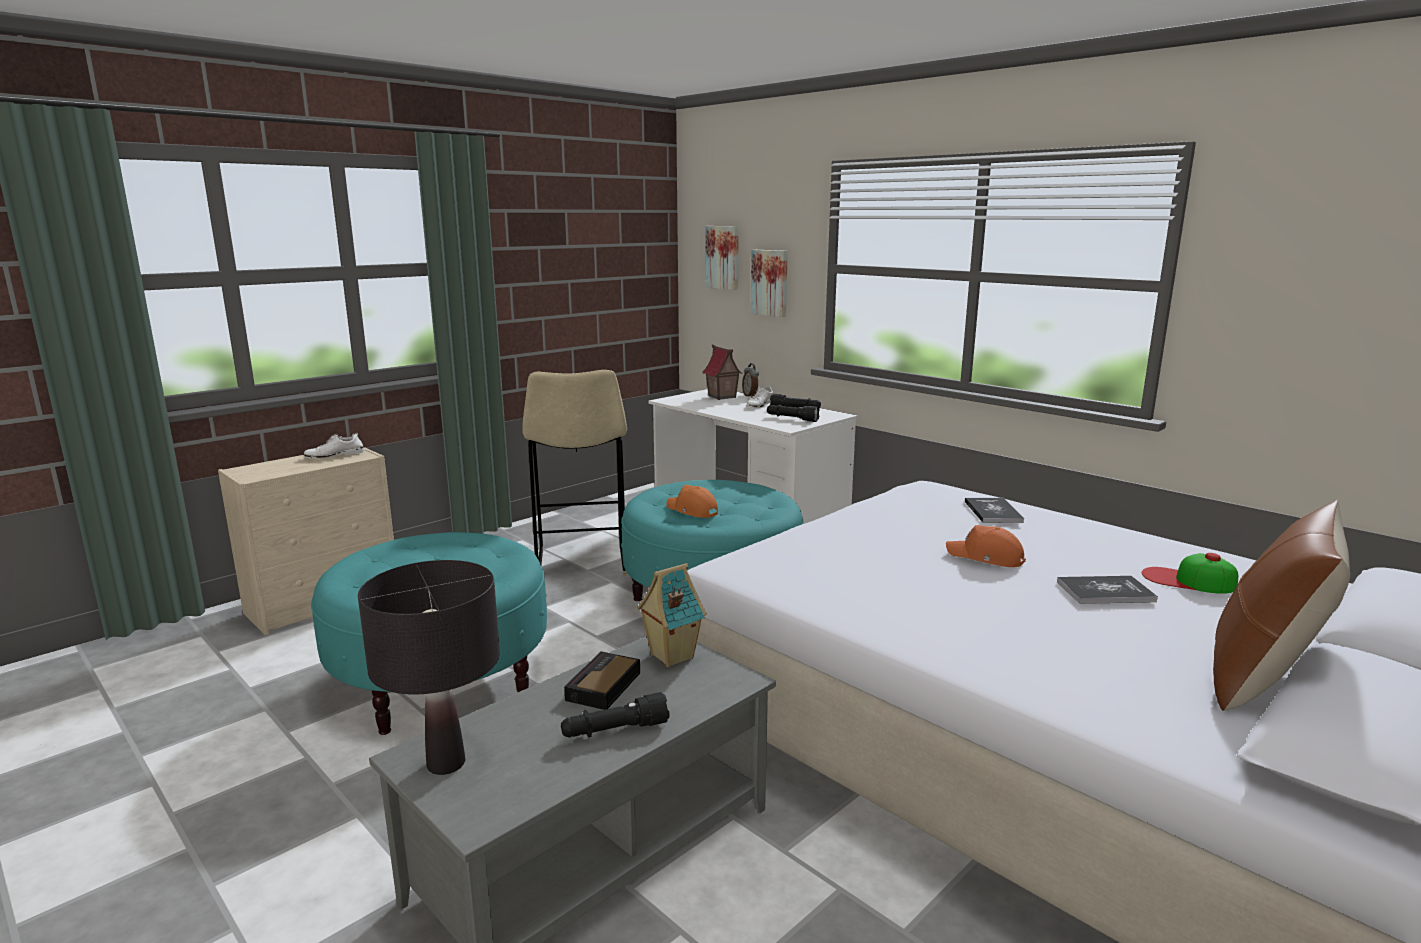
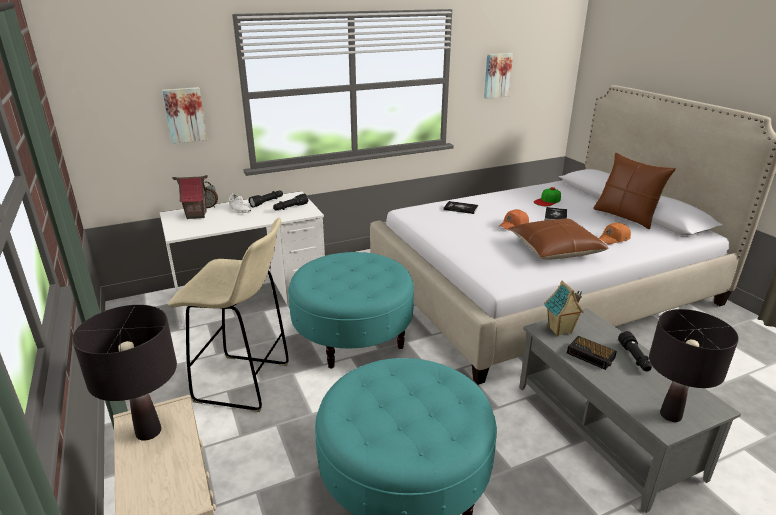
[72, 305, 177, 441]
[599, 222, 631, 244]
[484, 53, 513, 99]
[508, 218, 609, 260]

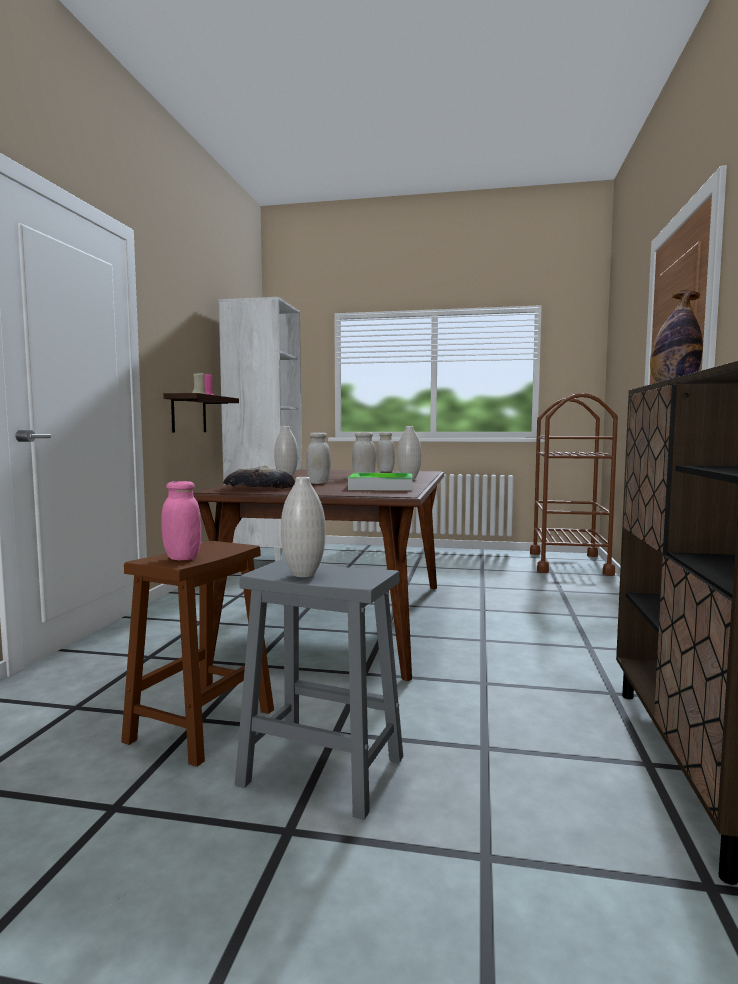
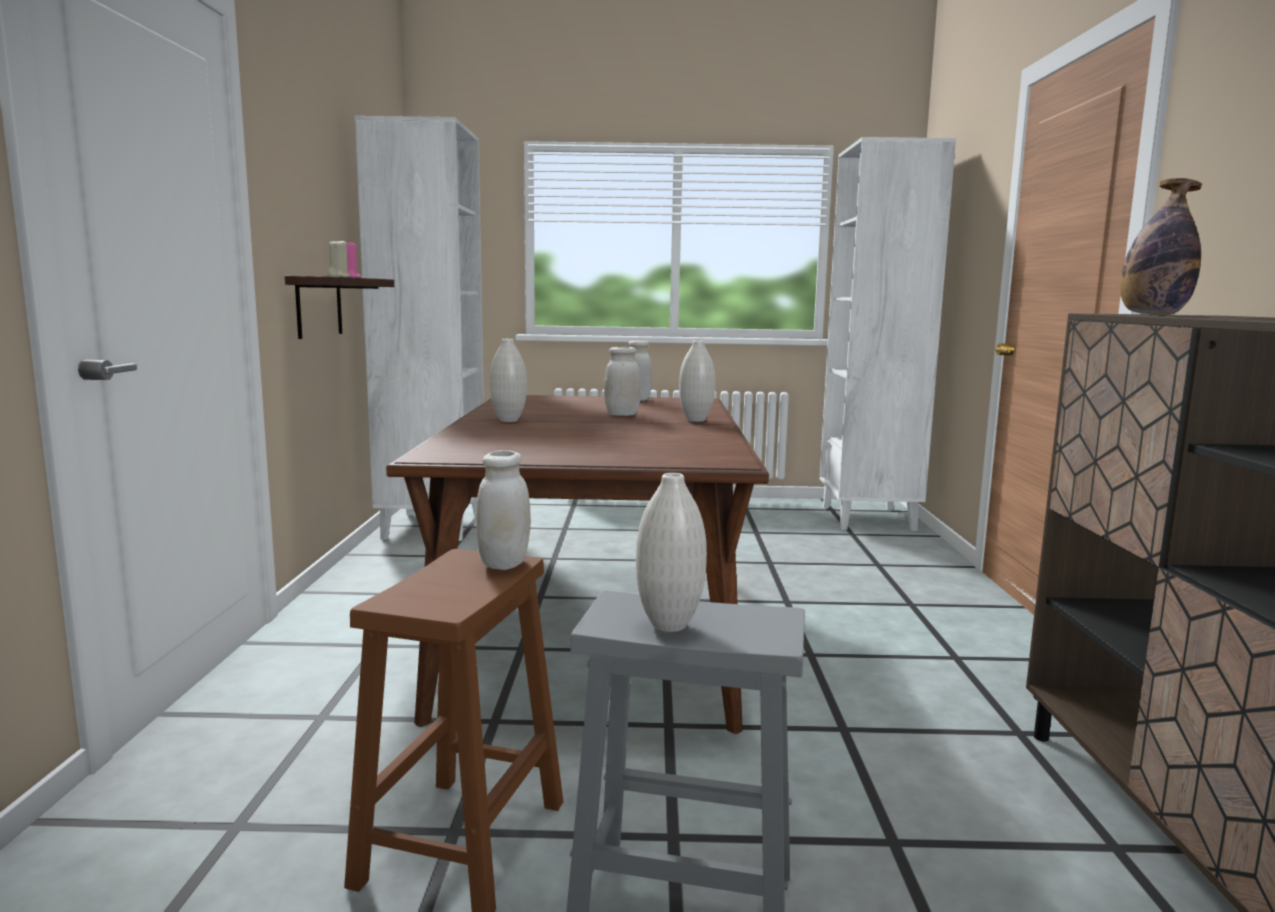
[161, 481, 201, 560] (first image)
[223, 466, 295, 489] (first image)
[476, 450, 531, 570]
[348, 473, 412, 491] (first image)
[820, 137, 956, 531]

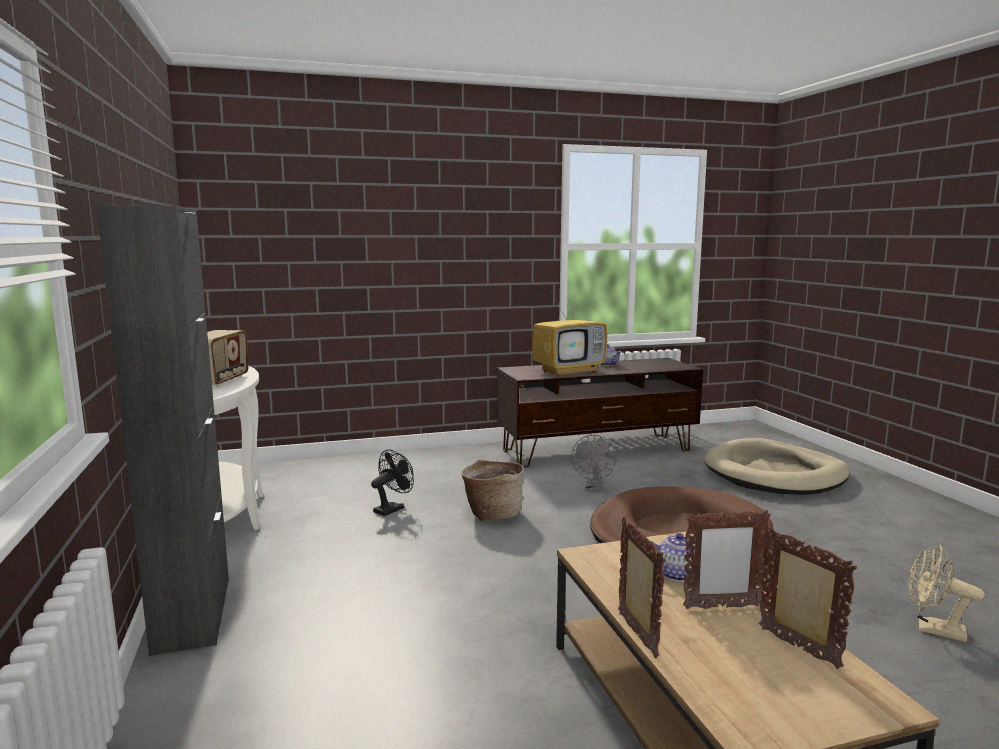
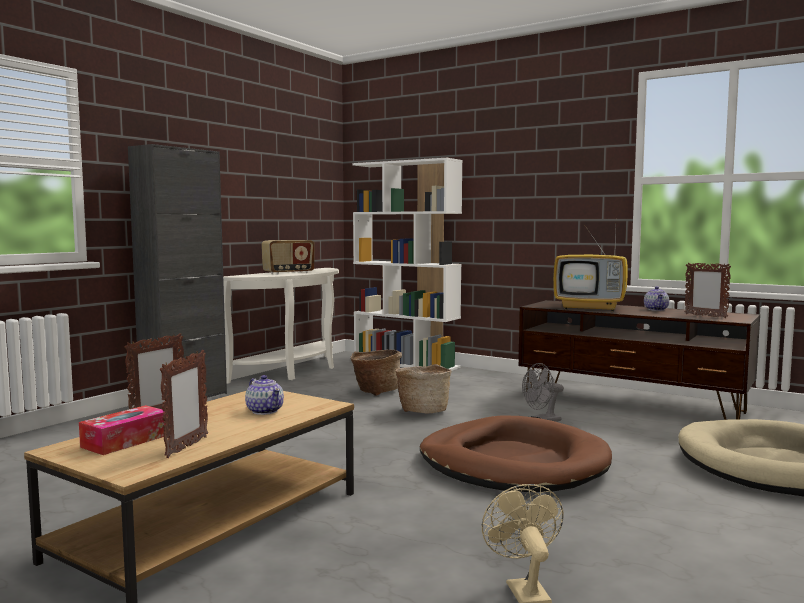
[351, 350, 402, 396]
[685, 263, 731, 318]
[79, 405, 167, 455]
[353, 158, 462, 371]

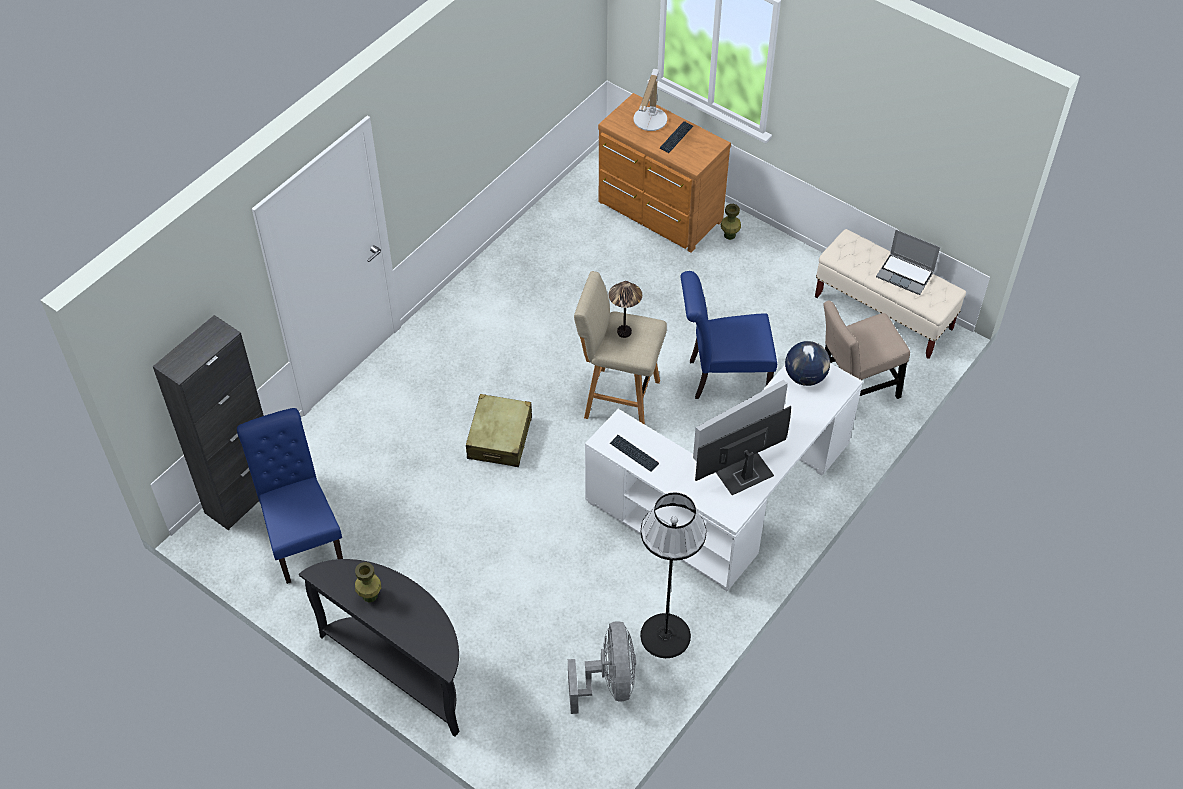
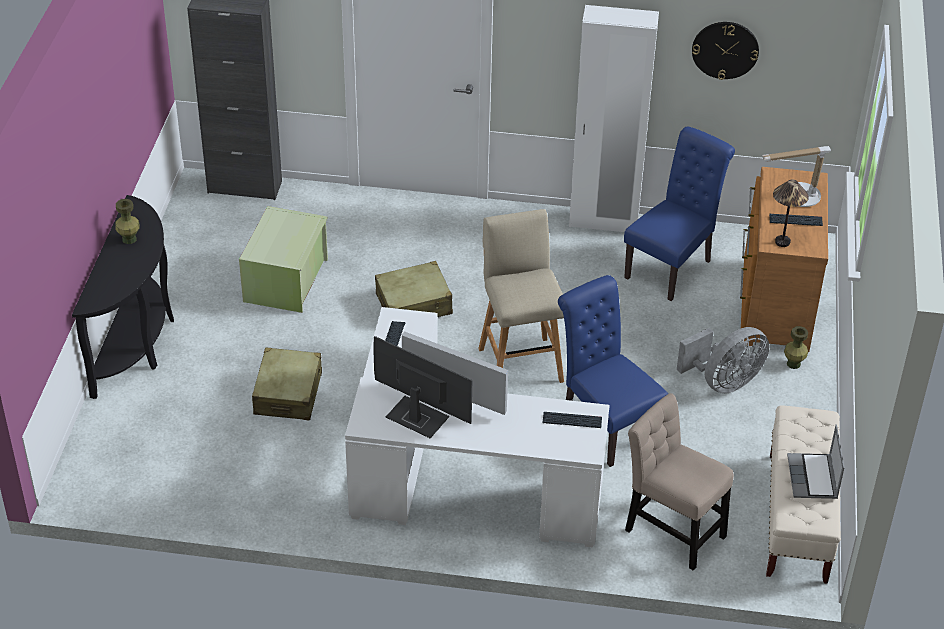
[624, 127, 735, 301]
[677, 327, 769, 394]
[773, 179, 809, 247]
[640, 492, 706, 658] (first image)
[543, 412, 602, 428]
[239, 206, 328, 313]
[252, 348, 322, 420]
[569, 5, 659, 232]
[692, 22, 759, 80]

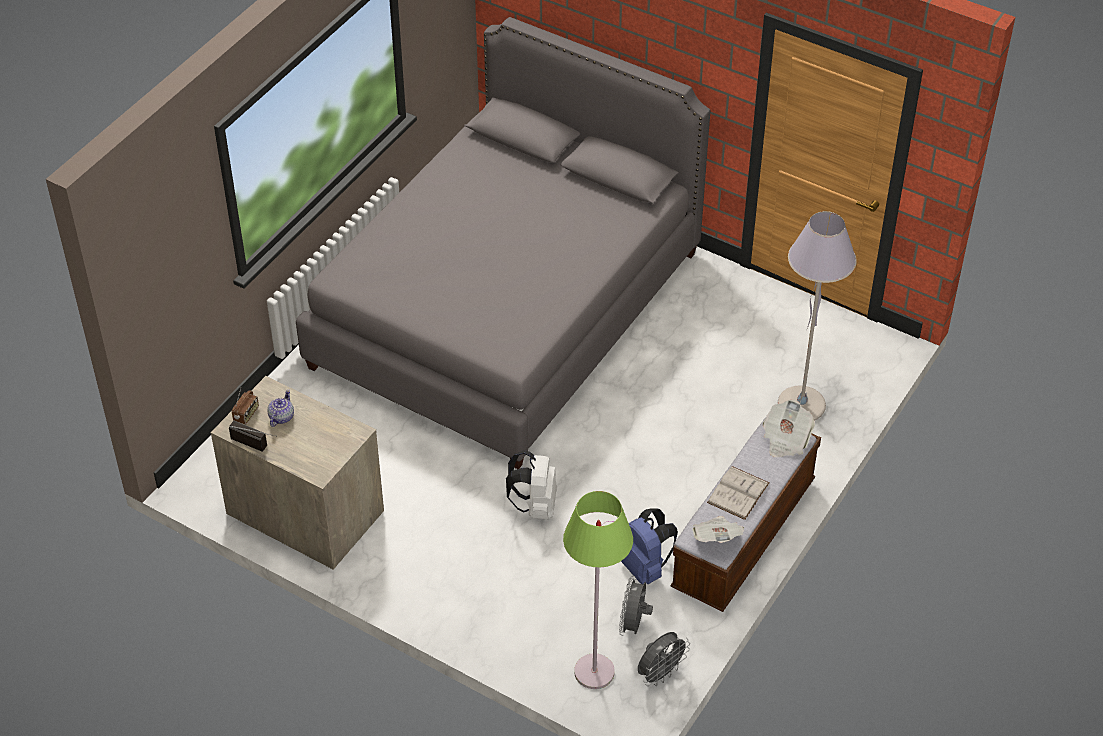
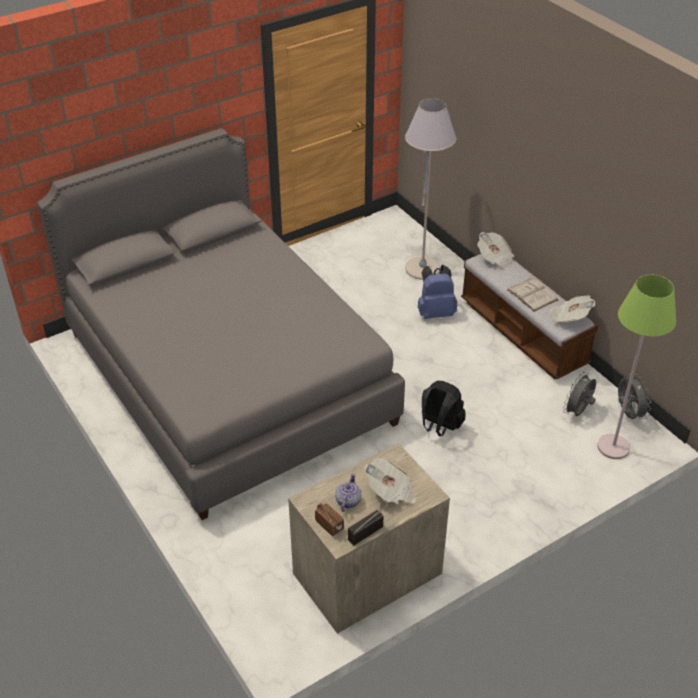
[335, 474, 361, 512]
[422, 381, 466, 436]
[563, 372, 596, 416]
[418, 265, 457, 319]
[364, 458, 416, 504]

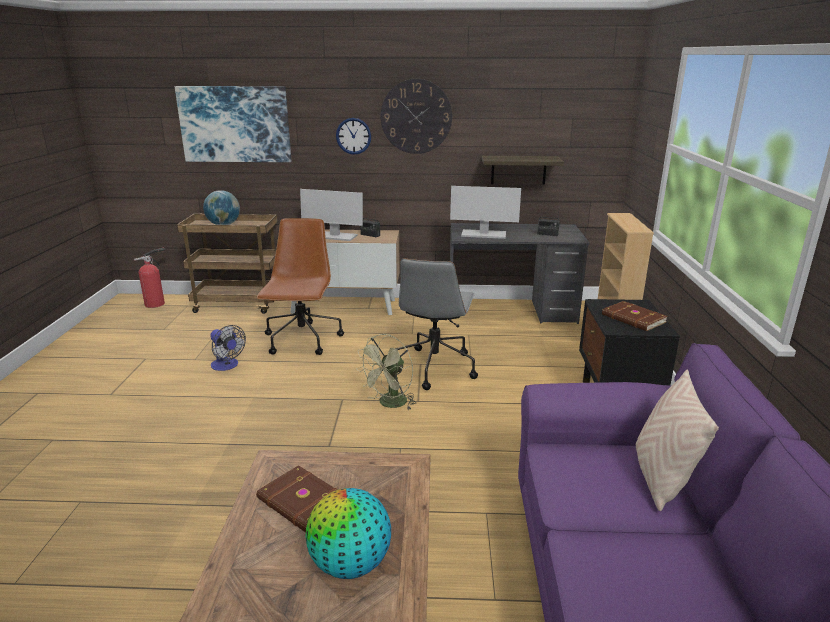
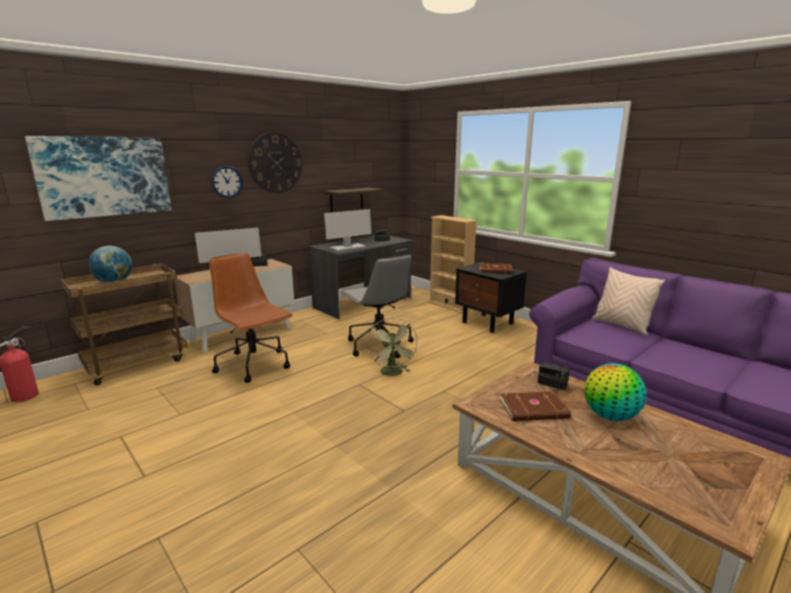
[210, 325, 246, 371] (first image)
[537, 353, 570, 390]

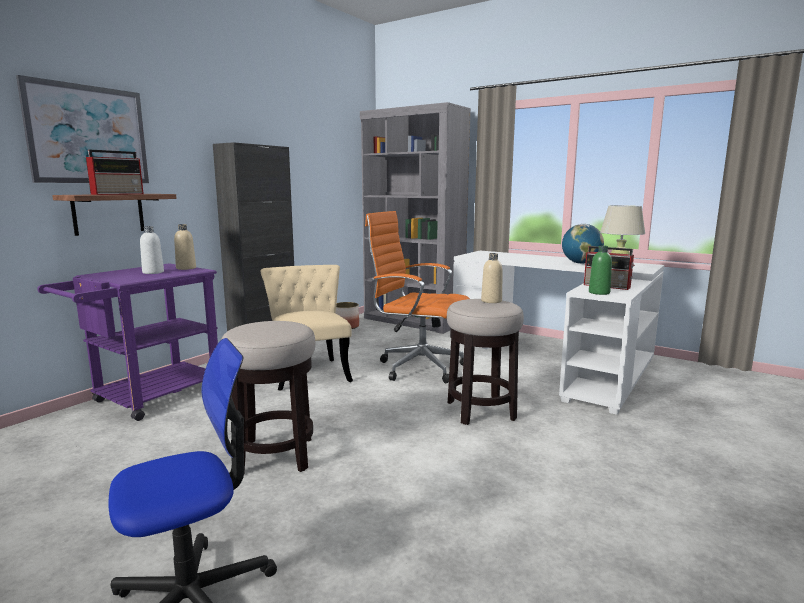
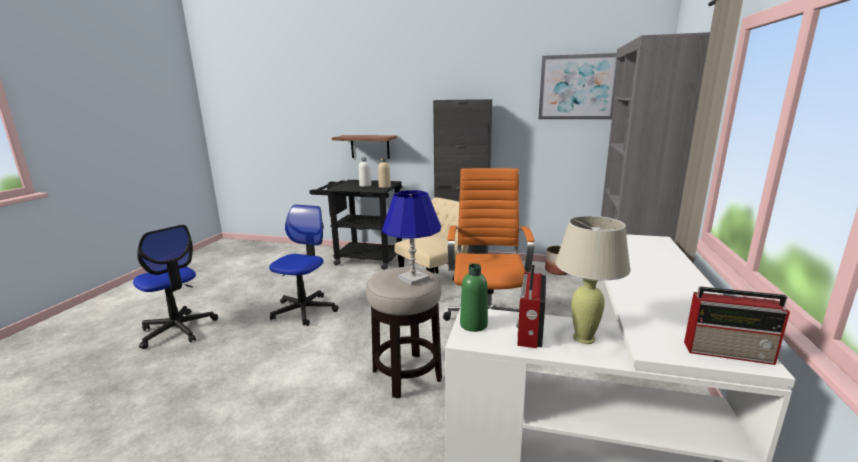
[538, 53, 618, 120]
[309, 180, 402, 270]
[684, 287, 790, 365]
[269, 205, 339, 326]
[382, 190, 441, 285]
[562, 224, 604, 264] (first image)

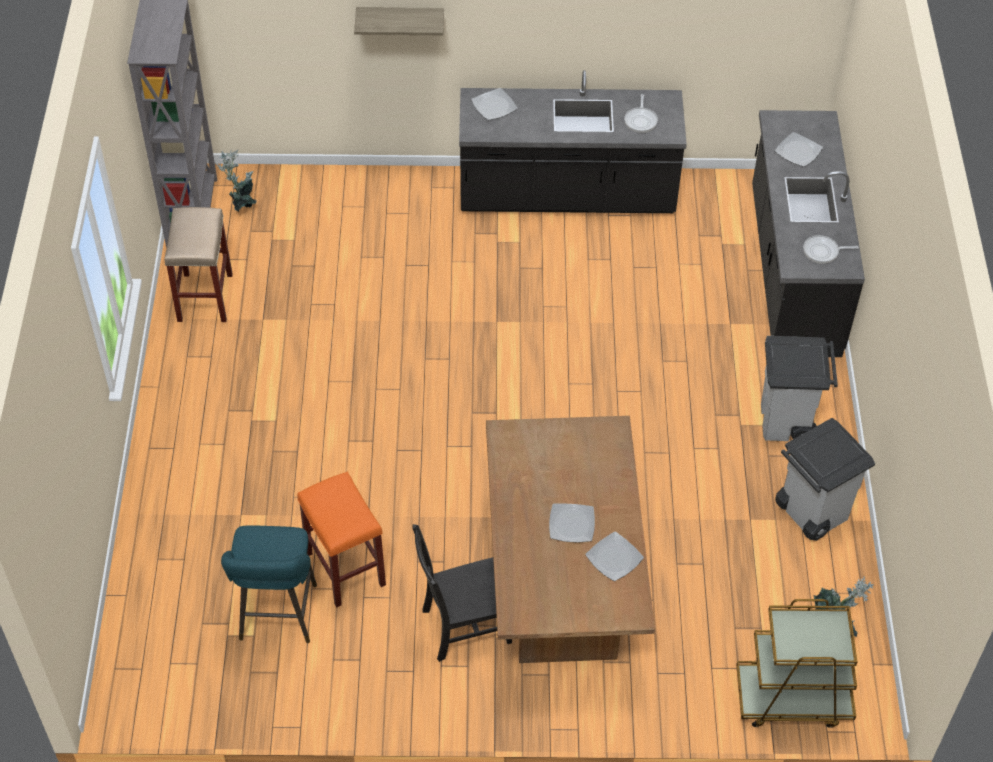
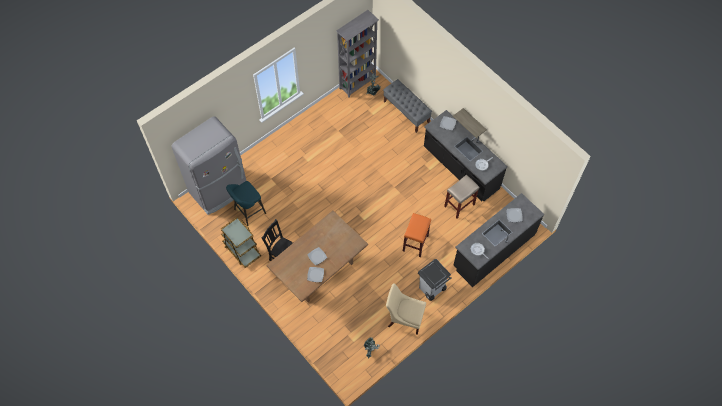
[444, 175, 479, 219]
[403, 213, 431, 257]
[453, 108, 487, 138]
[221, 217, 261, 268]
[386, 284, 426, 335]
[172, 117, 247, 215]
[383, 79, 432, 133]

